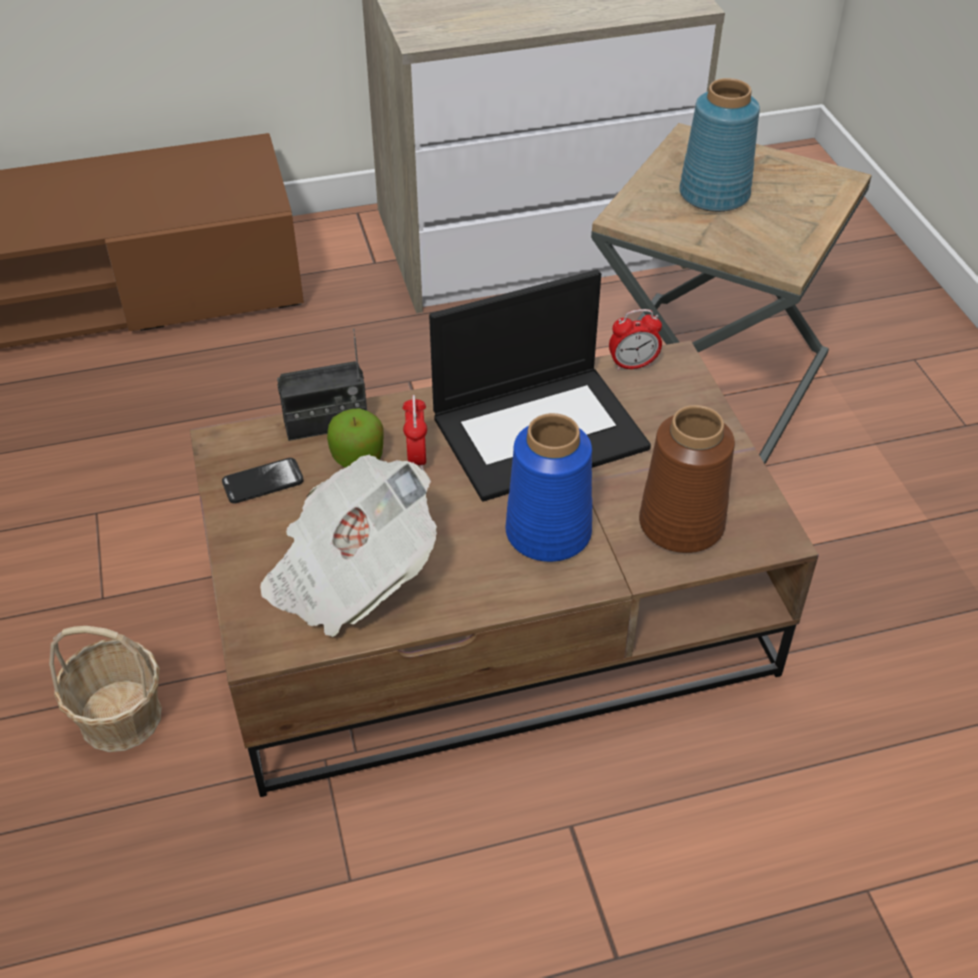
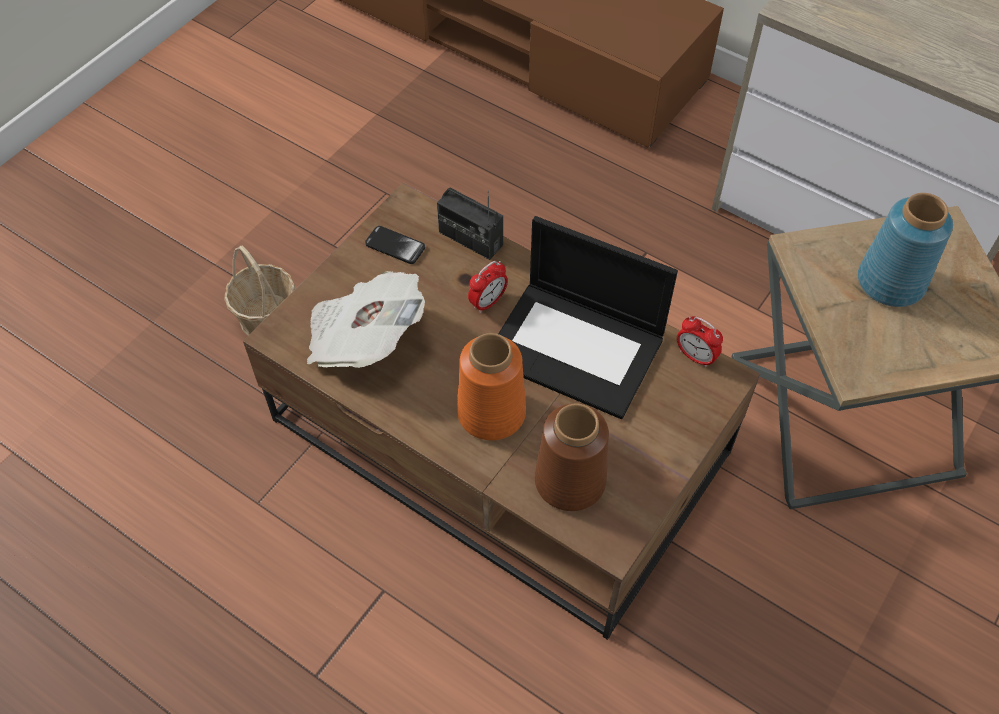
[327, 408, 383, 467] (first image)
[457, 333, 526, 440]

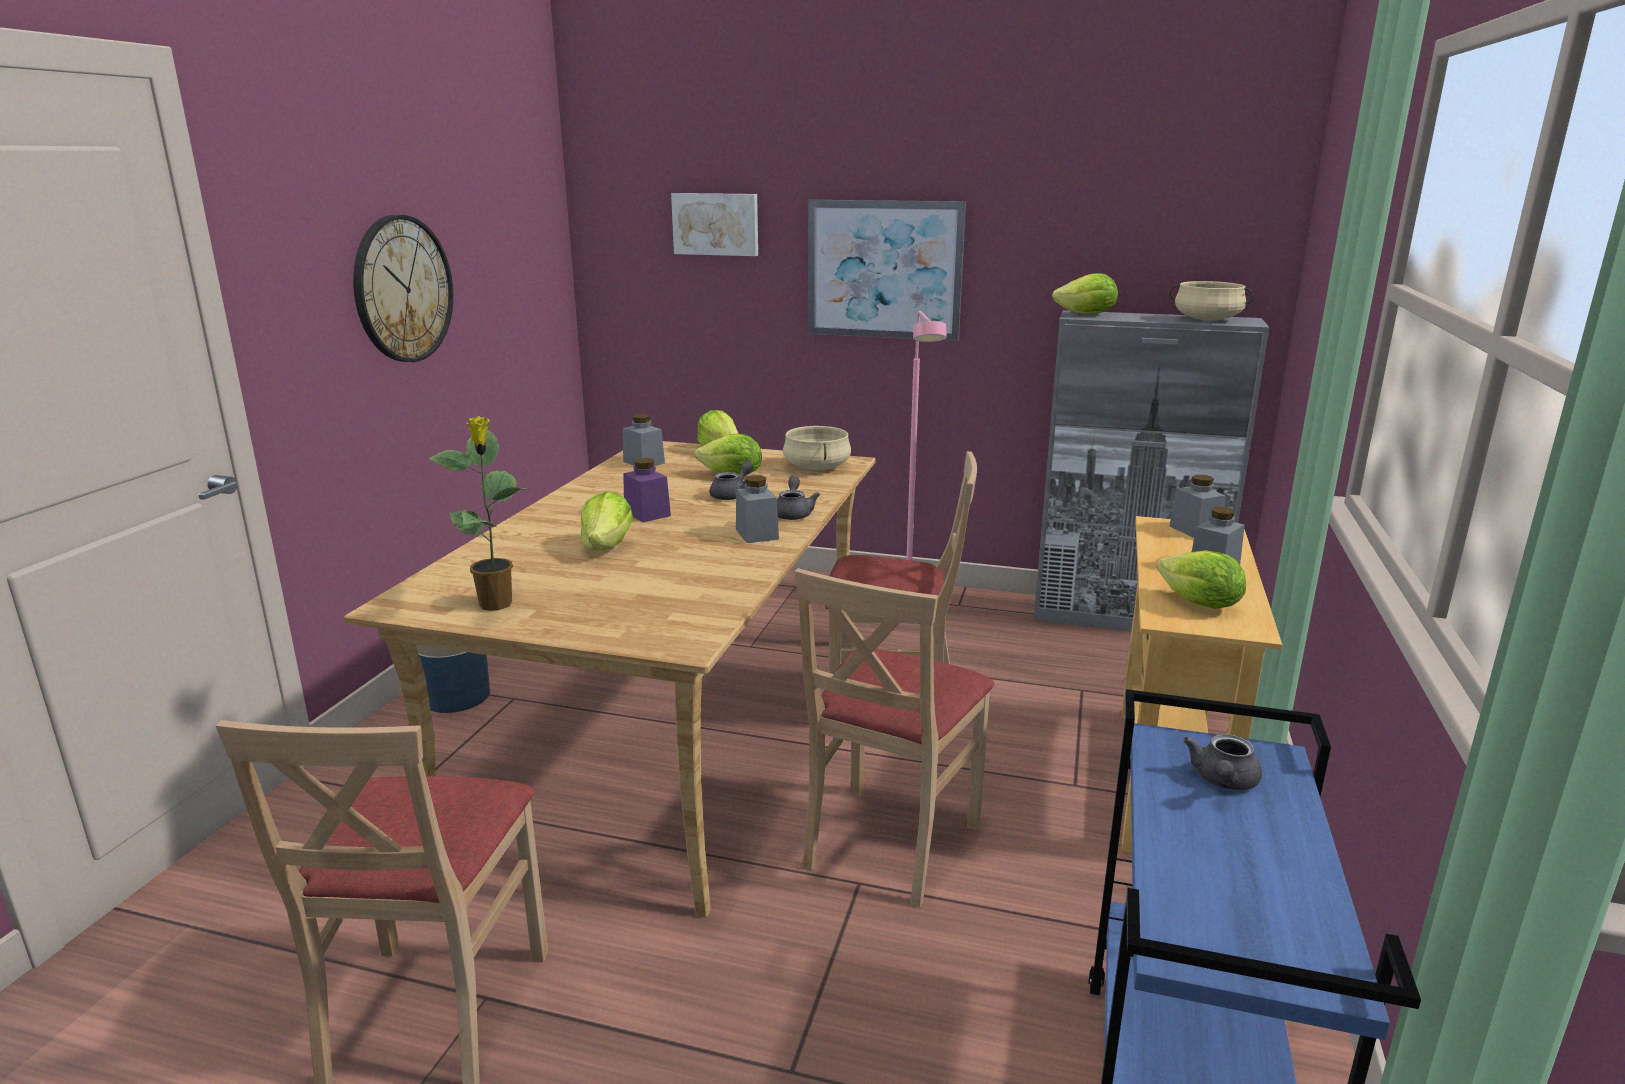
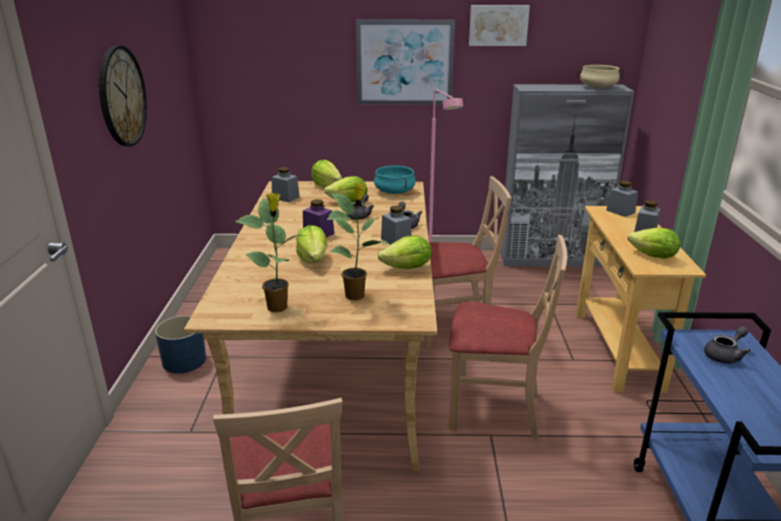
[469, 5, 530, 46]
[374, 166, 416, 194]
[449, 235, 567, 438]
[378, 235, 432, 269]
[704, 326, 751, 364]
[327, 183, 388, 300]

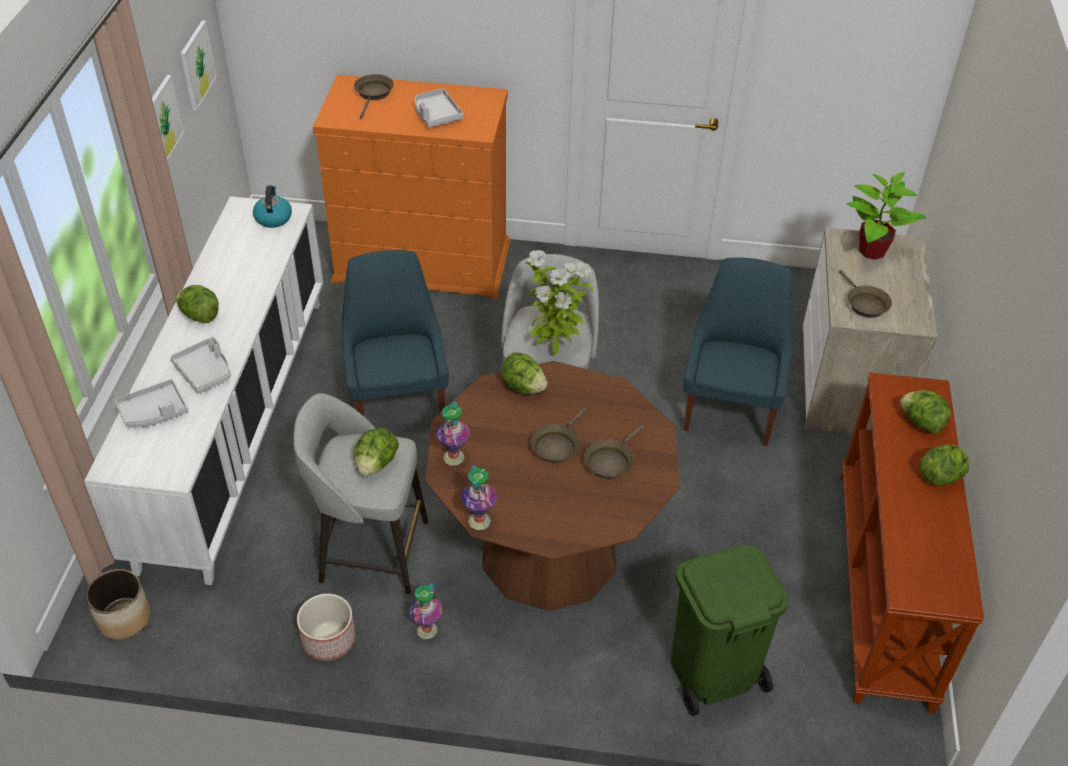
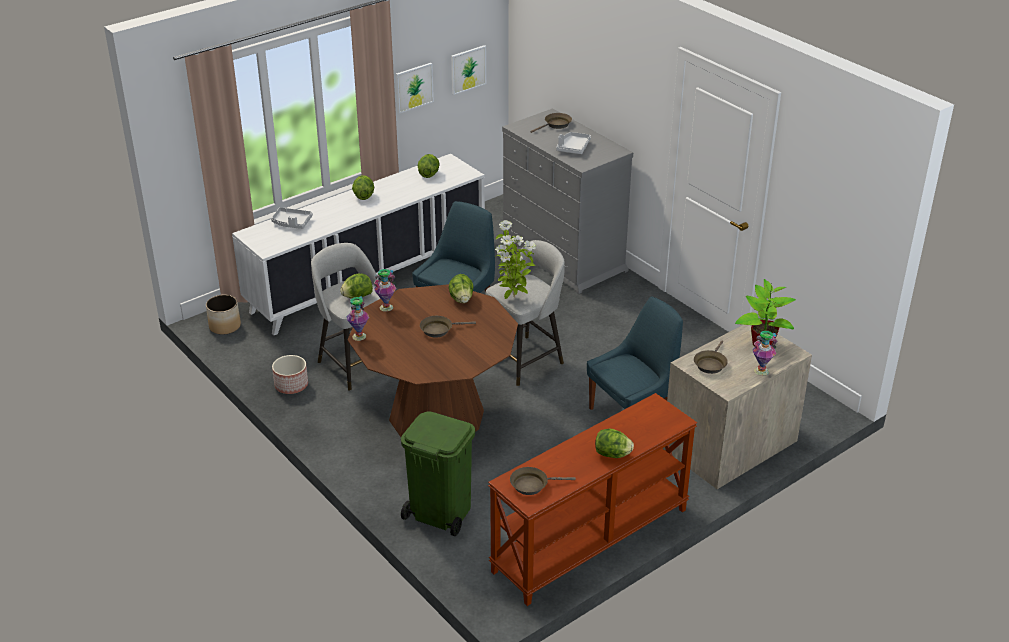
[170, 336, 230, 394] (first image)
[253, 186, 292, 228] (first image)
[501, 108, 633, 294]
[753, 331, 777, 376]
[510, 467, 576, 495]
[418, 154, 440, 178]

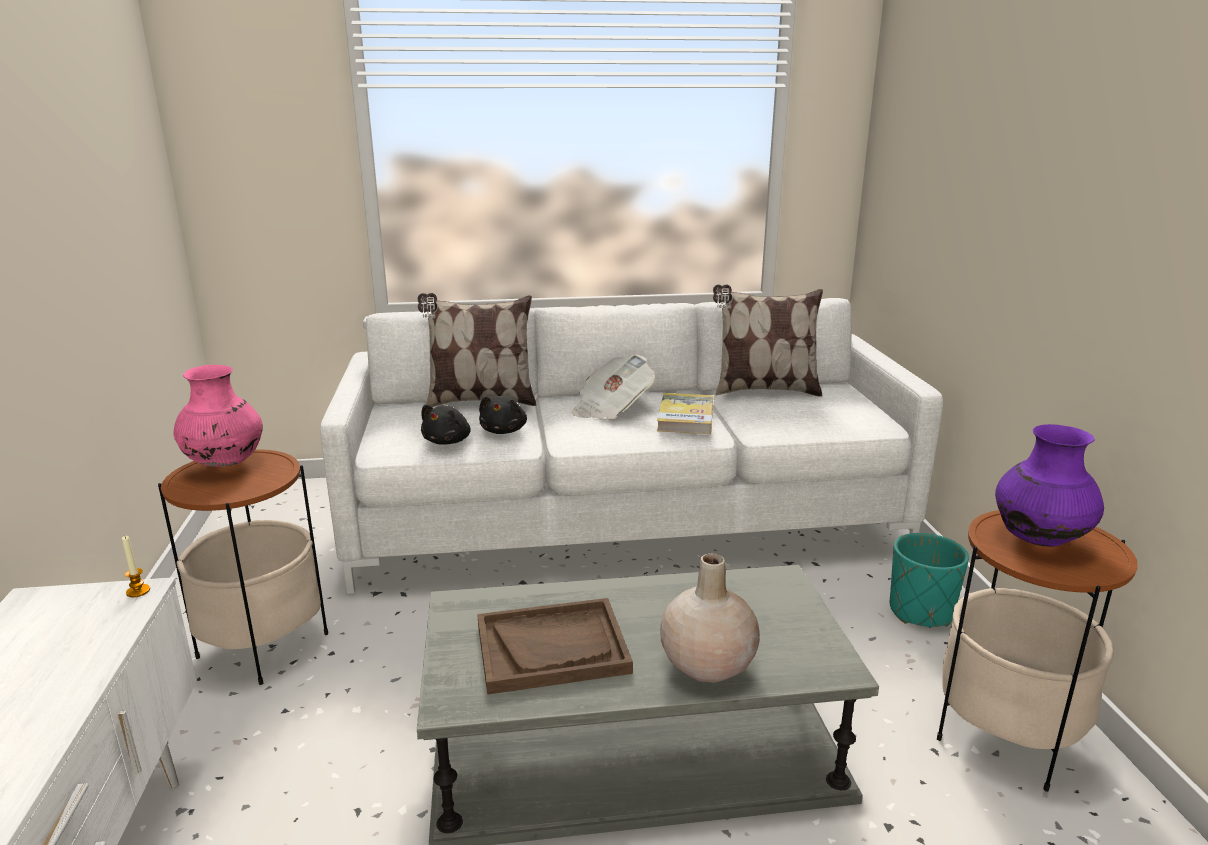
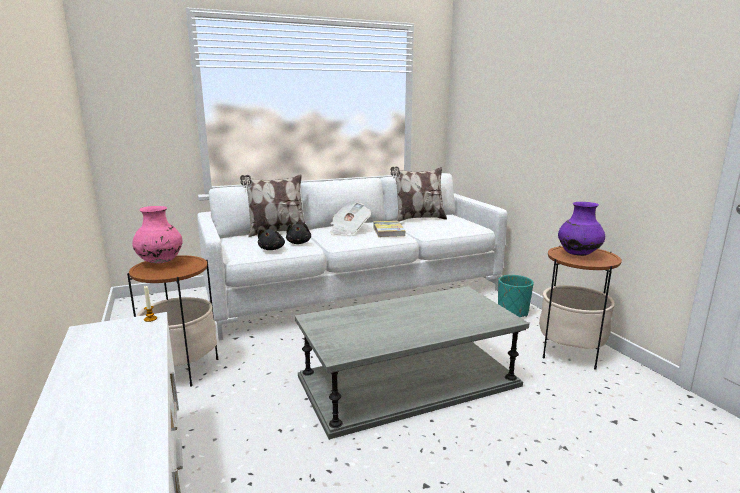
[477, 598, 633, 695] (first image)
[660, 553, 760, 683] (first image)

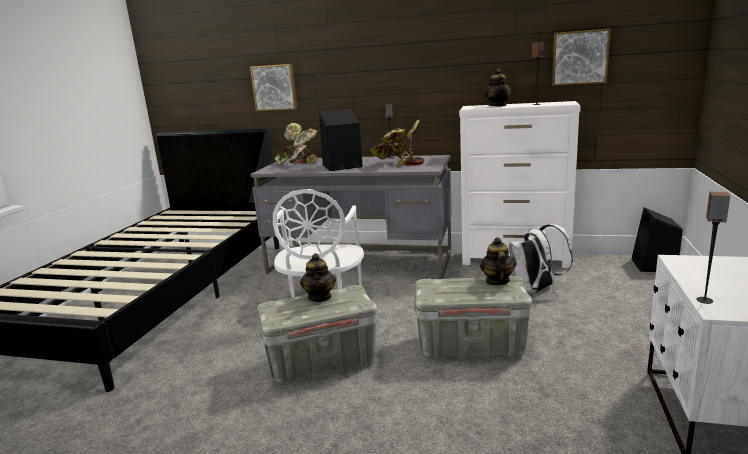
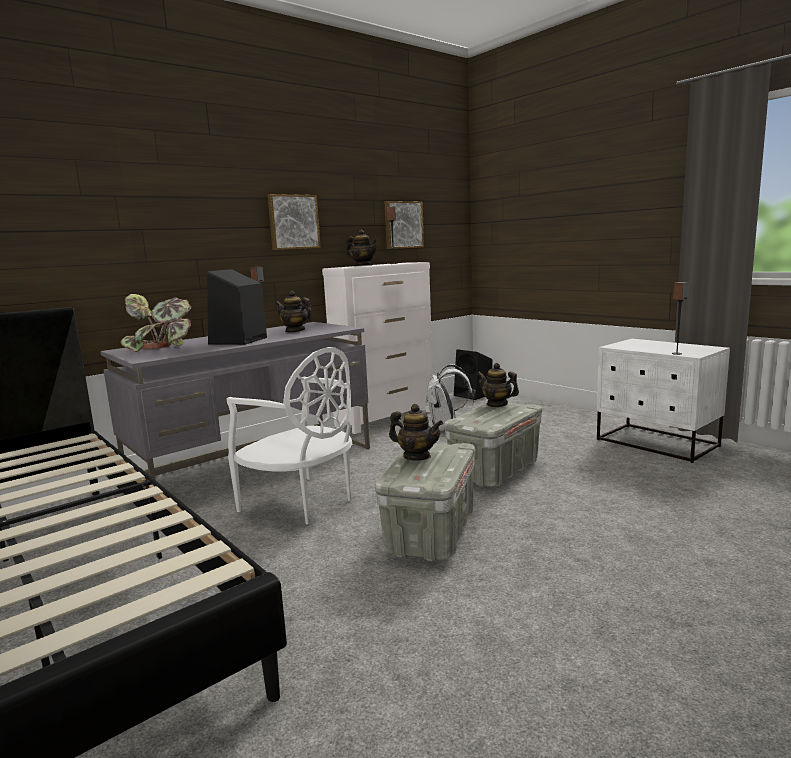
[267, 194, 321, 250]
[275, 291, 313, 332]

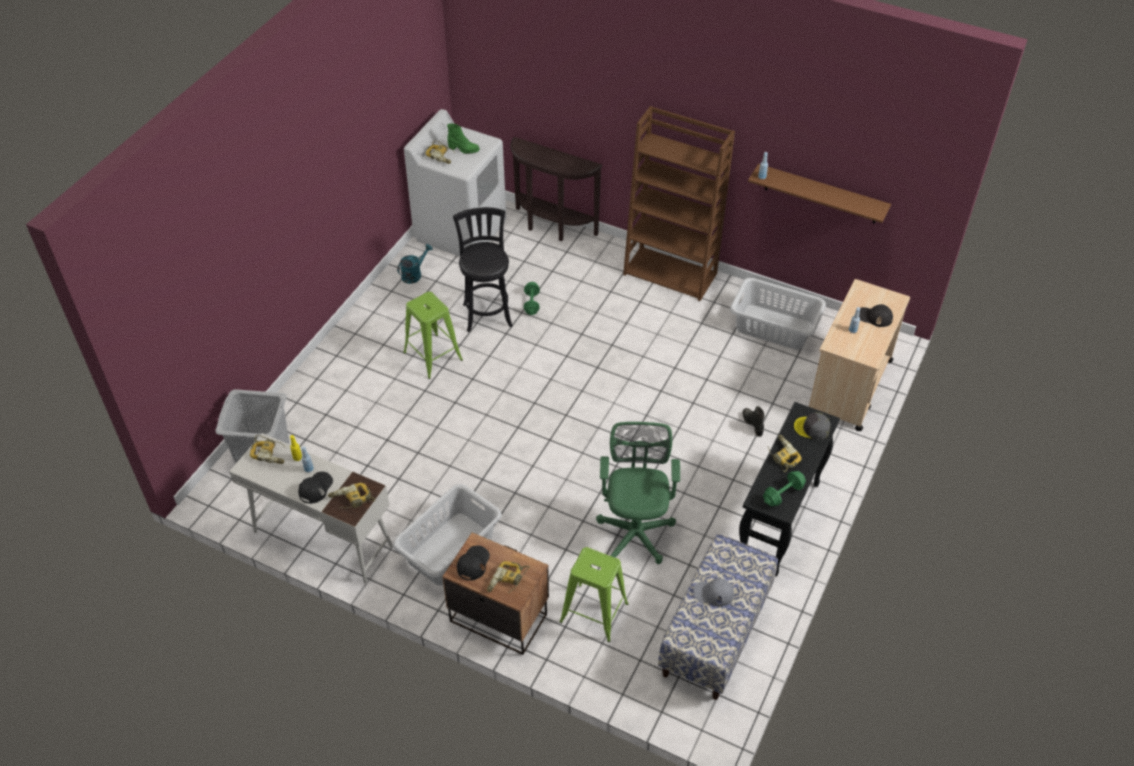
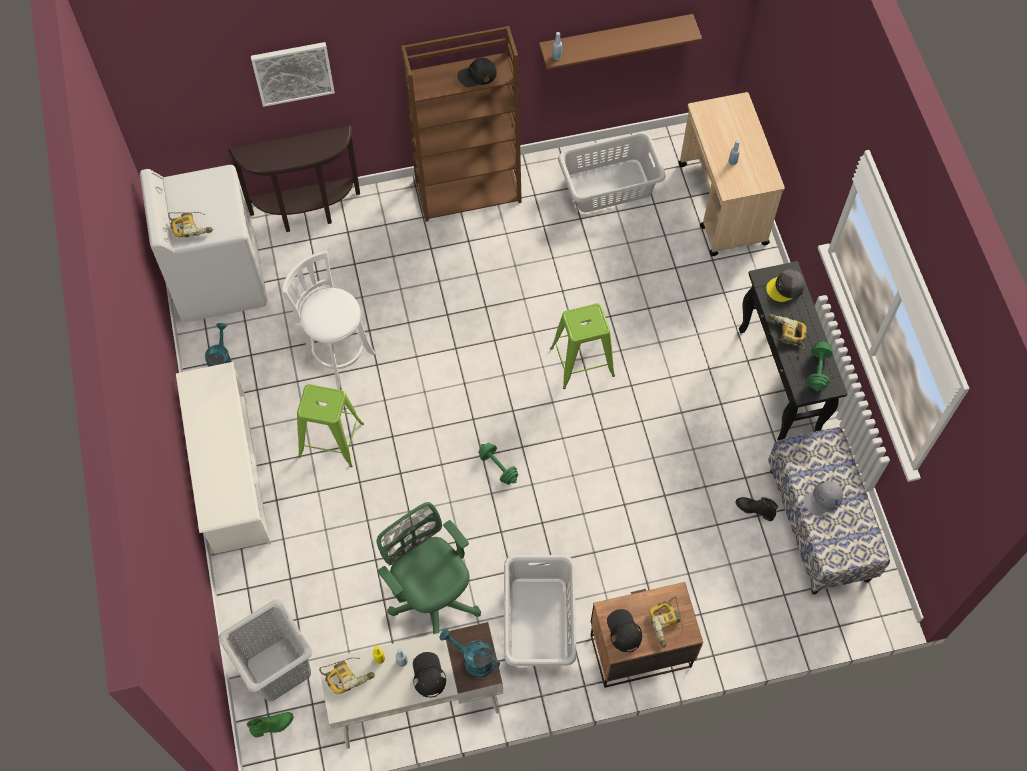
[439, 629, 500, 678]
[247, 712, 294, 737]
[282, 251, 375, 389]
[478, 443, 518, 485]
[550, 303, 615, 389]
[377, 502, 481, 634]
[736, 497, 778, 521]
[457, 58, 497, 87]
[176, 362, 271, 554]
[251, 42, 335, 107]

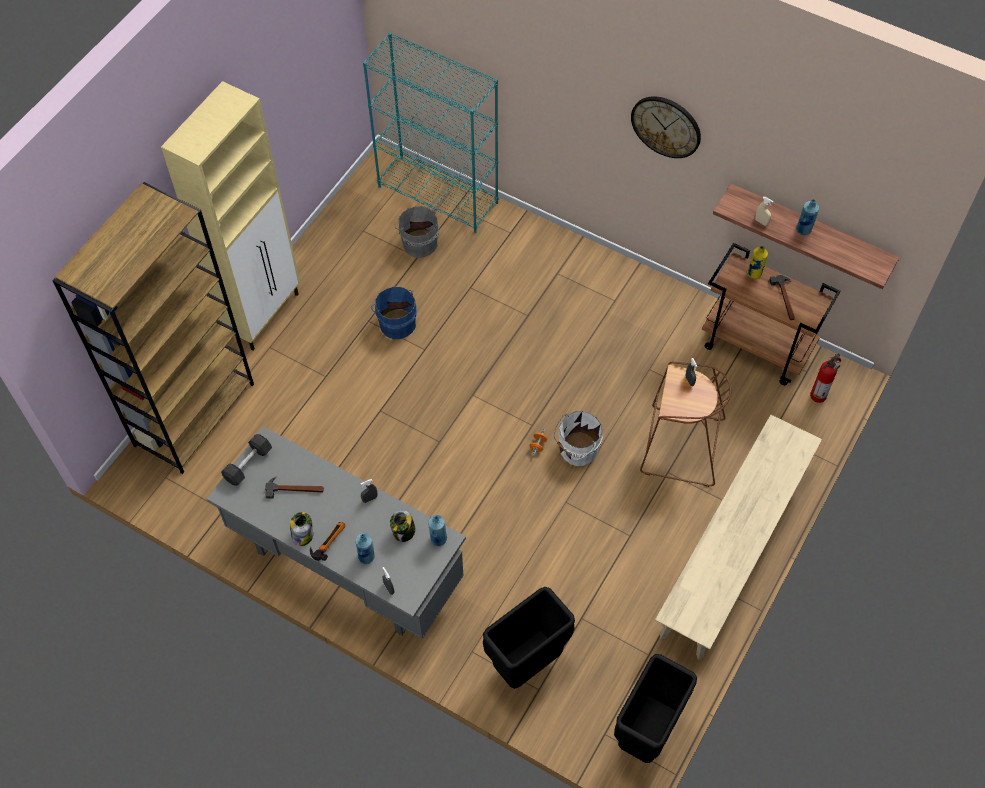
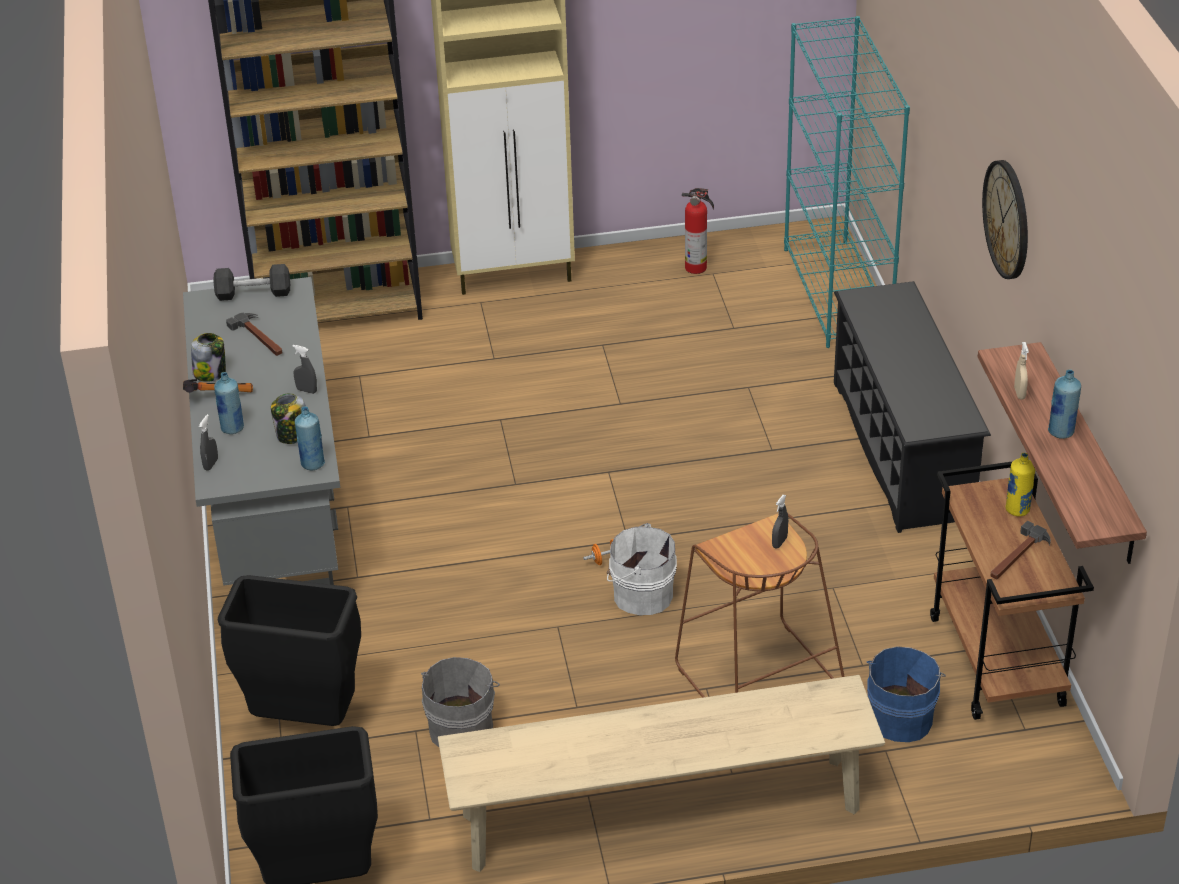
[866, 646, 946, 742]
[421, 657, 500, 747]
[682, 188, 714, 274]
[834, 281, 991, 533]

